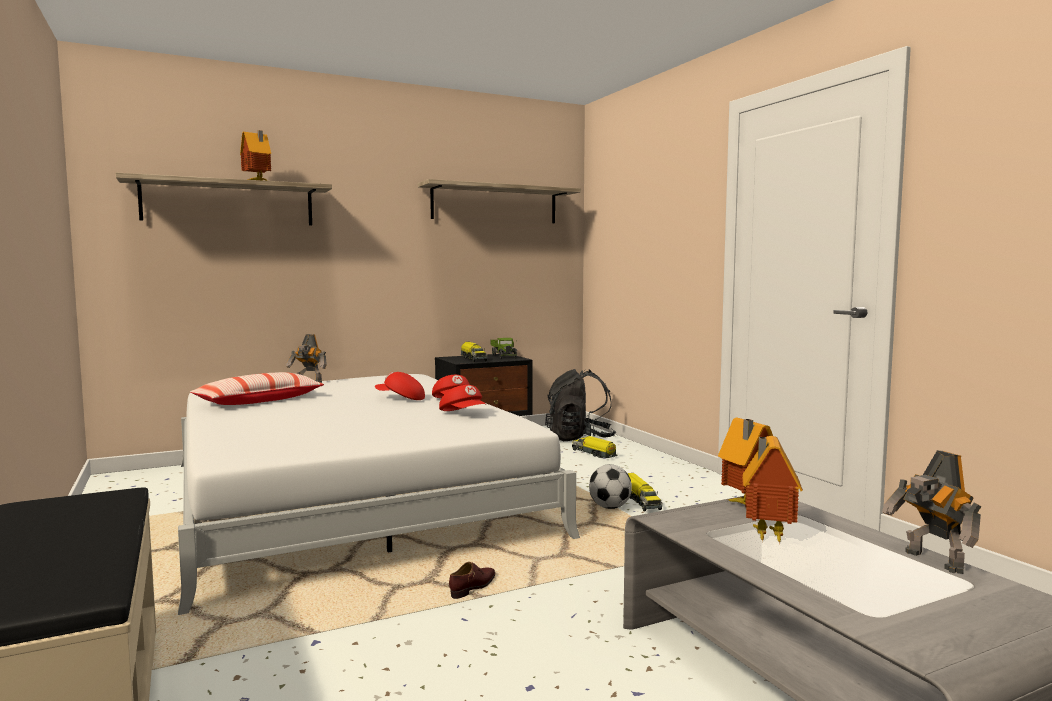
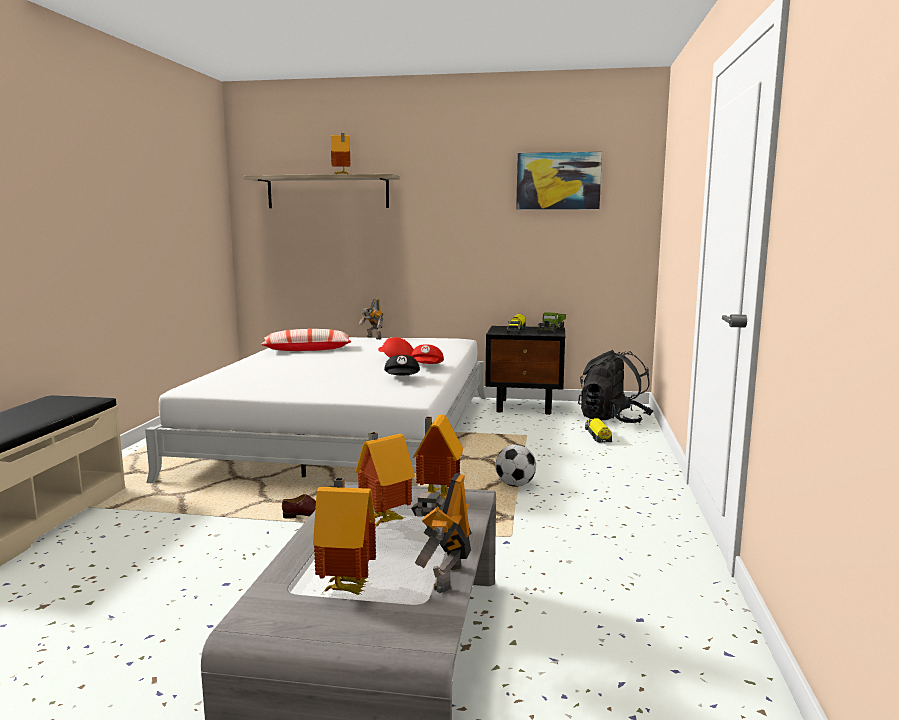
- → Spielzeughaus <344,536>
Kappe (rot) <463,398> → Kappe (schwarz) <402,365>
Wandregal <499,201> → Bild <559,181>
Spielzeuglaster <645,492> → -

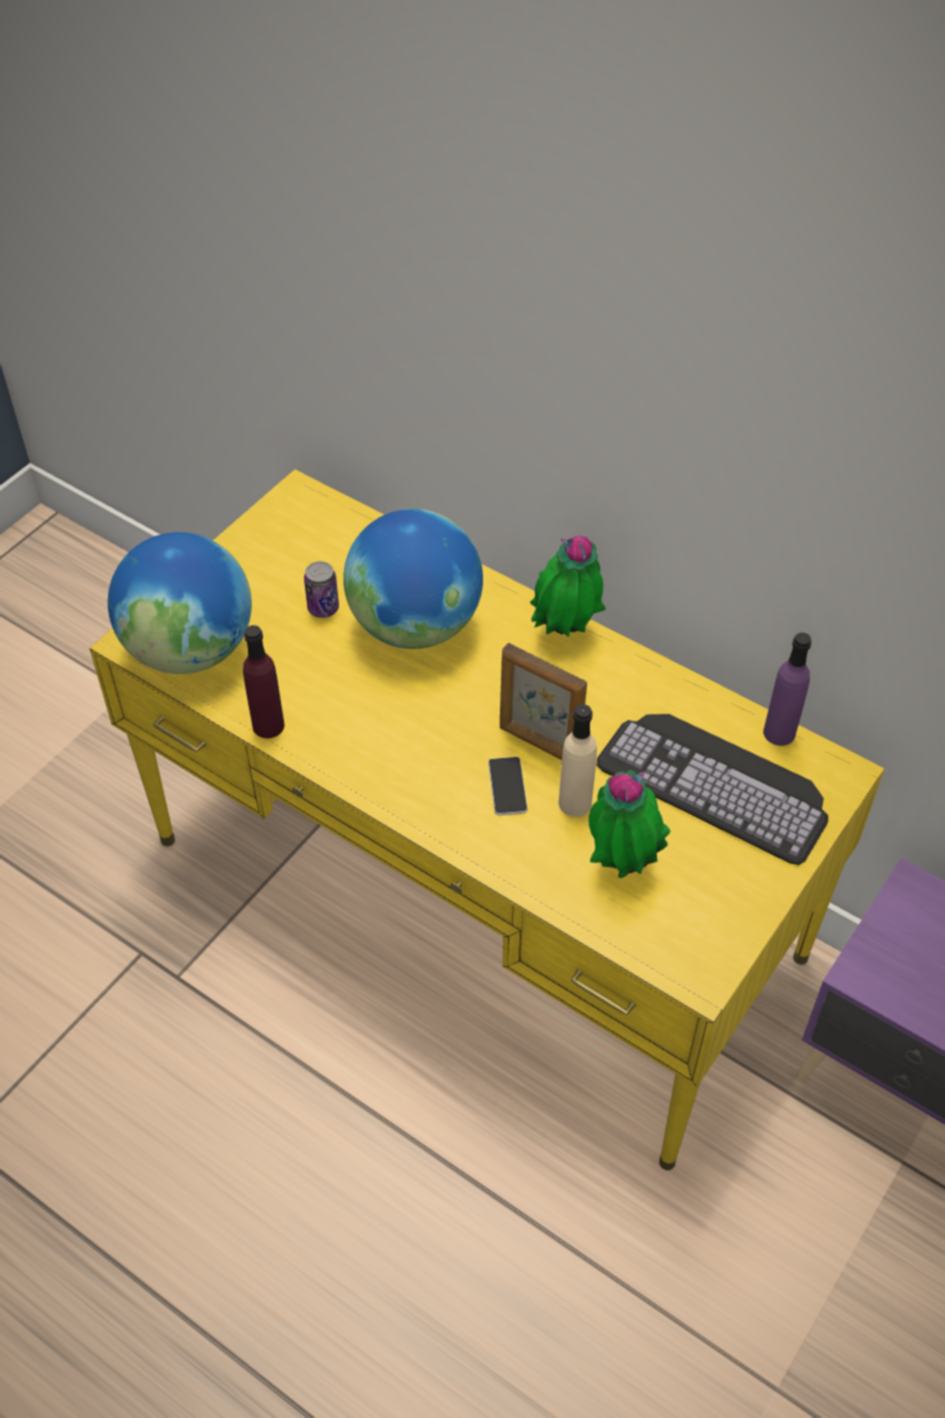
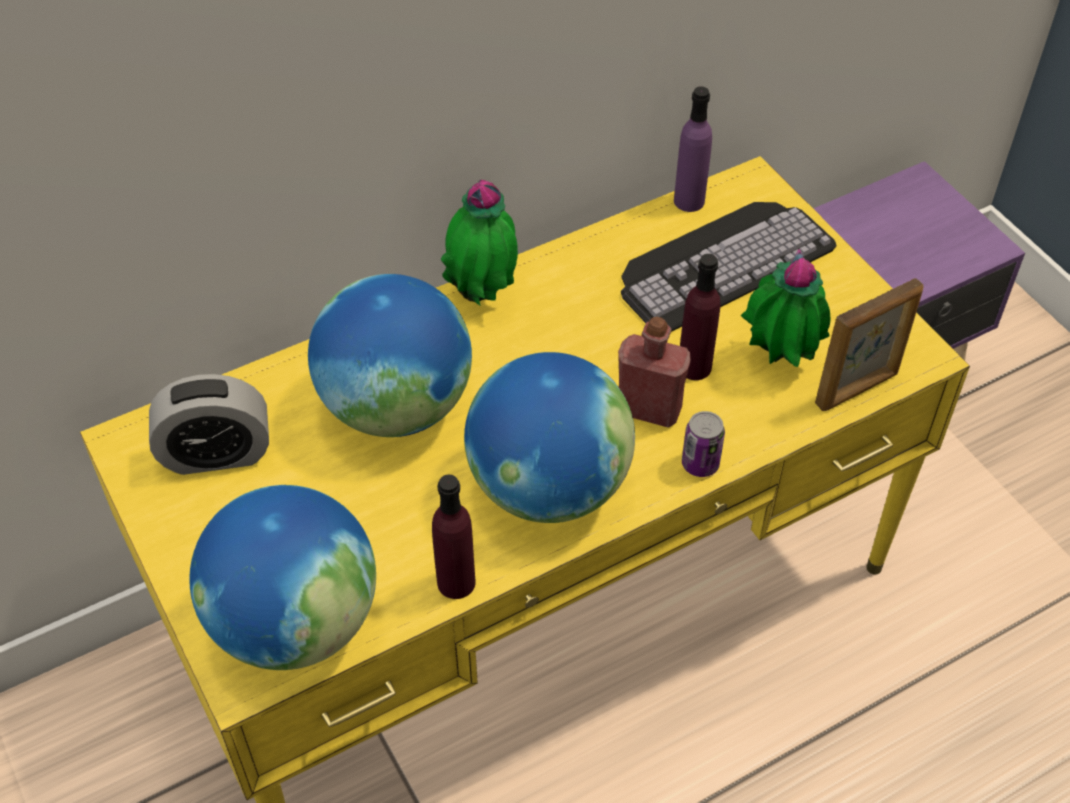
- → Wecker <209,424>
- → Globus <549,437>
Handy <508,786> → Flasche (rot) <654,372>
Flasche (beige) <578,760> → Flasche (lila) <700,317>
Dose <321,589> → Dose <703,444>, shifted
Bilderrahmen <543,701> → Bilderrahmen <869,344>, shifted

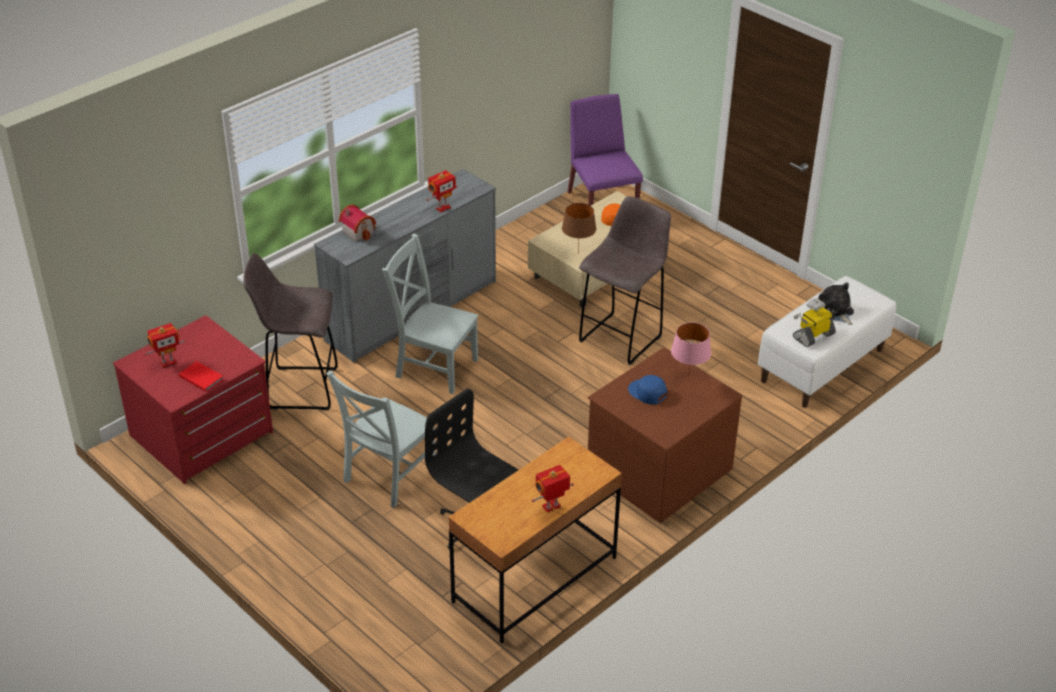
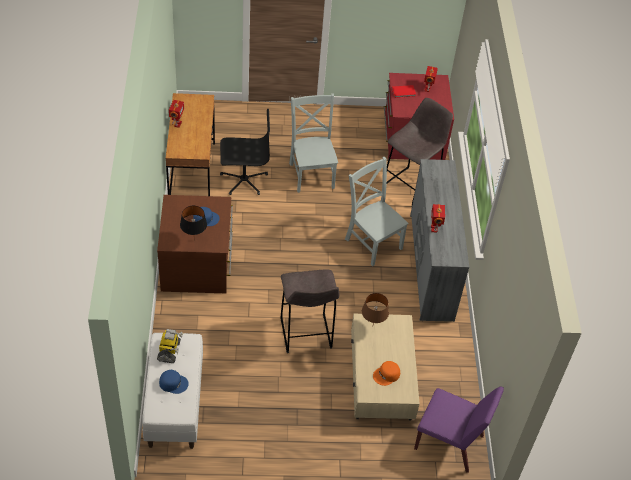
Plüschtier <836,303> → Kappe (blau) <174,382>
Tischlampe (rosa) <691,351> → Tischlampe (schwarz) <193,220>
Stuhl (grau) <430,314> → Stuhl (grau) <377,212>, 105 degrees counterclockwise
Spielzeughaus <357,222> → -

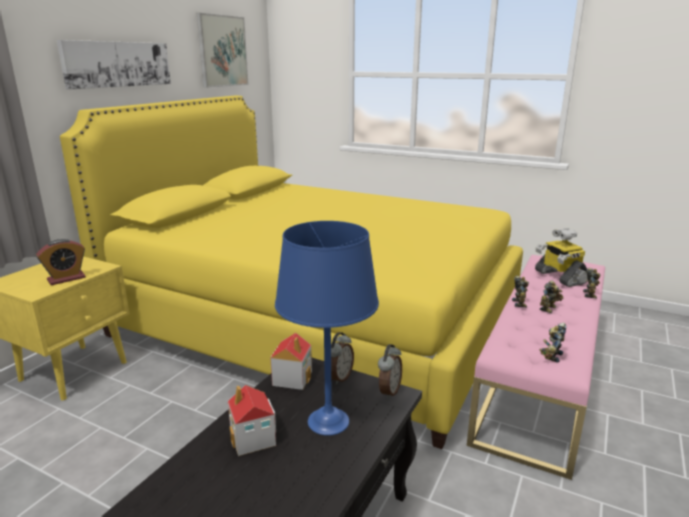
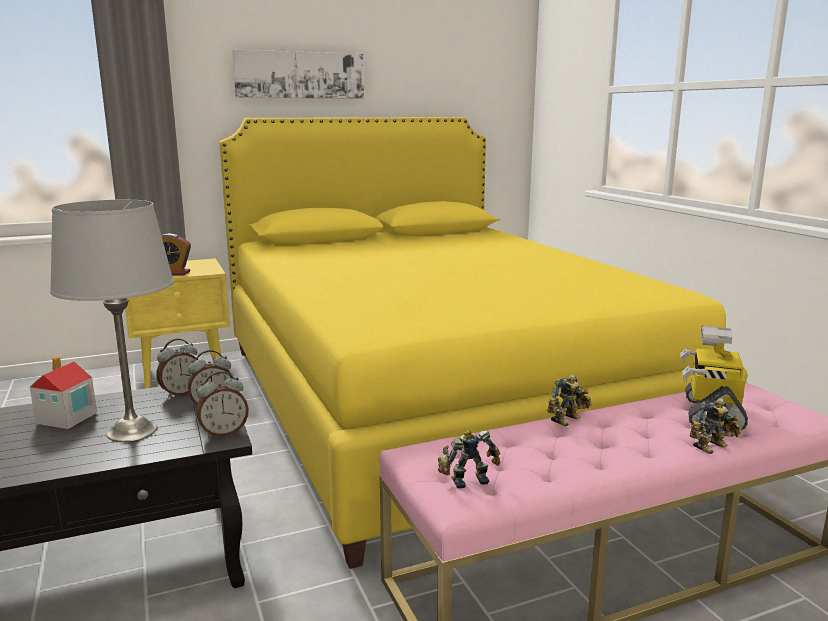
Tischlampe (blau) <327,328> → Tischlampe (grau) <112,321>
Spielzeughaus <291,361> → Wecker <177,368>
Bild <223,50> → -
Spielzeugroboter <552,296> → -

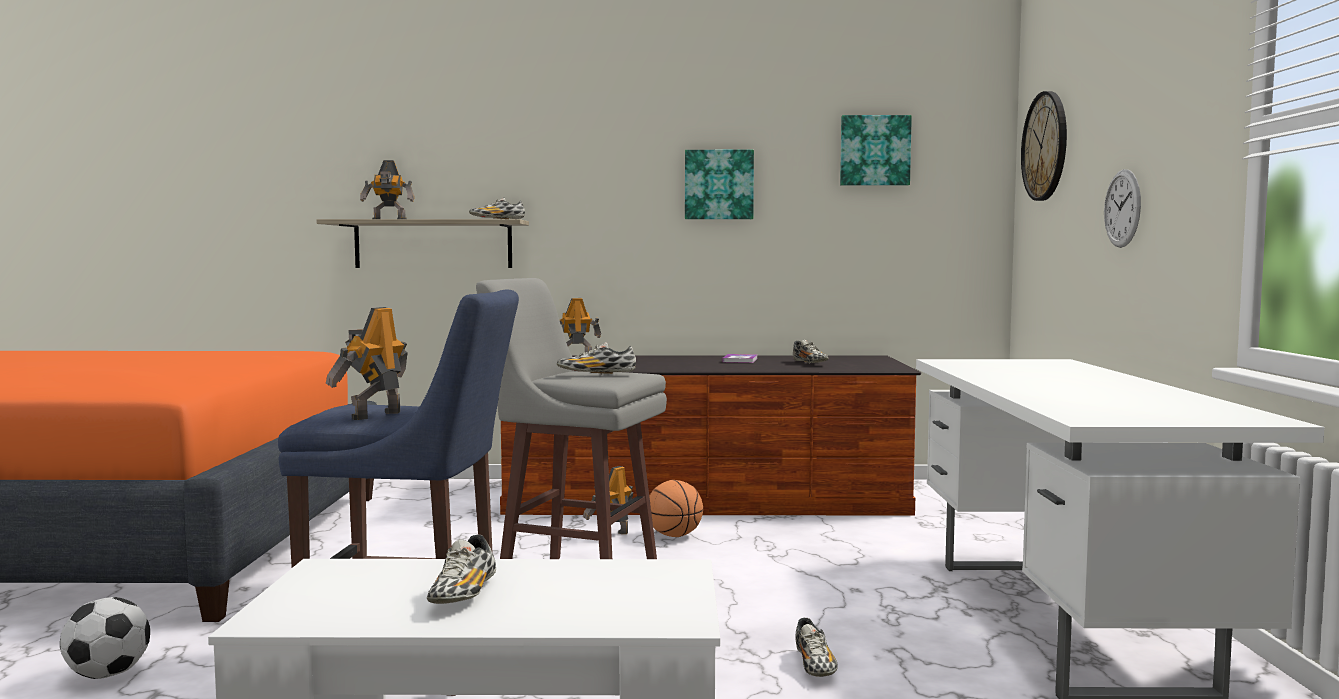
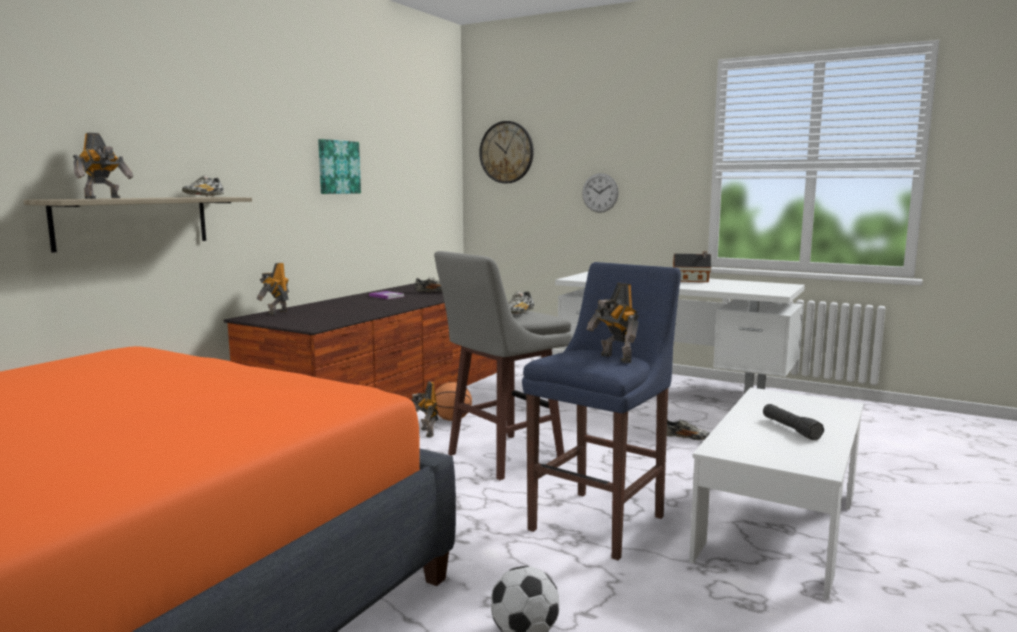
- → Spielzeughaus <692,266>
Schuh <461,569> → Taschenlampe (schwarz) <793,422>
Bild <876,150> → -

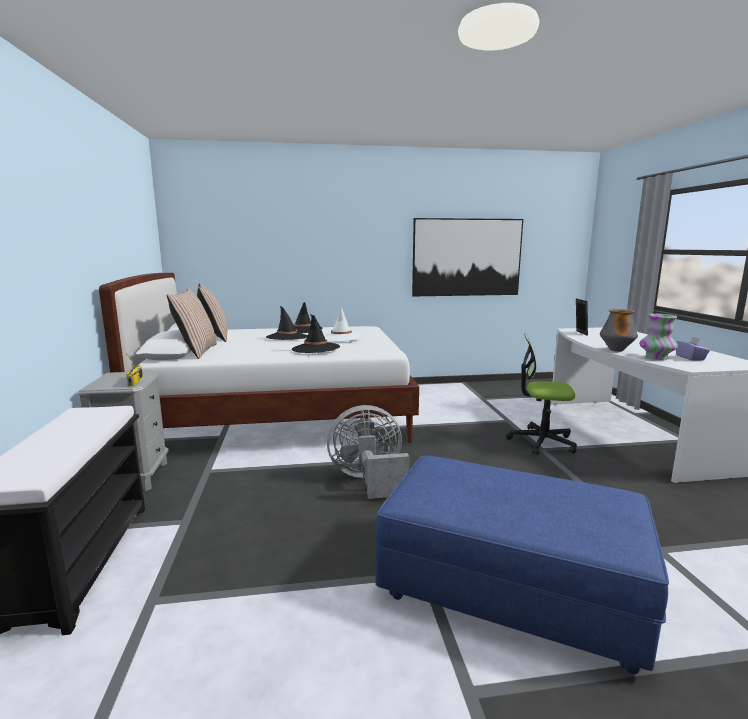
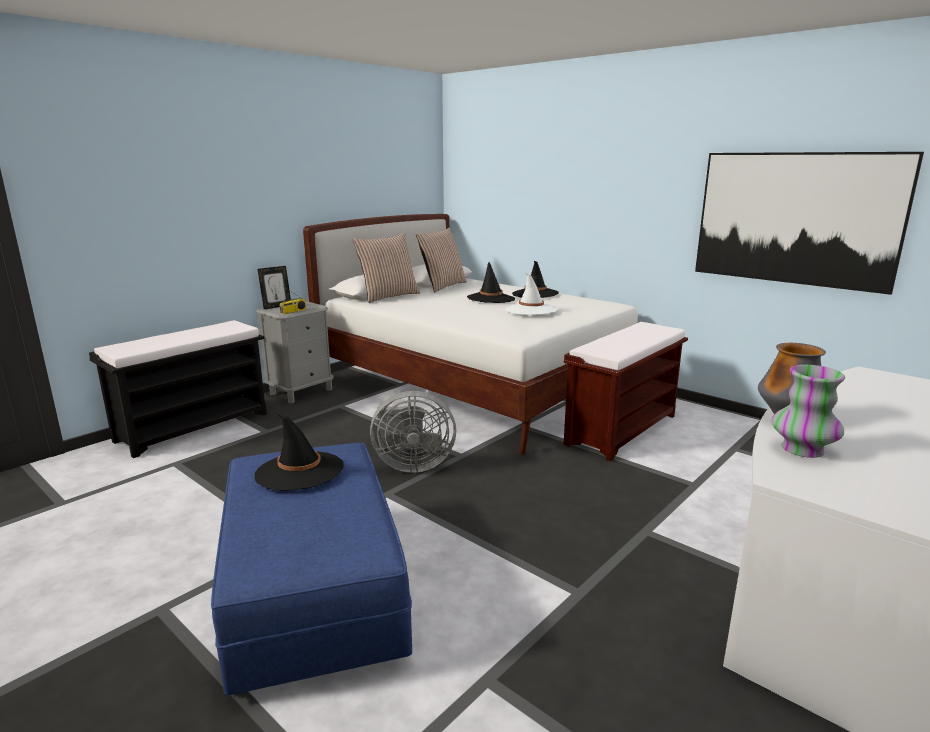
Hut (schwarz) <316,333> → Hut (schwarz) <299,452>, shifted
Bilderrahmen <582,317> → Bilderrahmen <274,287>, shifted
Ventilator (grau) <368,452> → Ventilator (grau) <413,432>, 135 degrees clockwise
- → Bank (braun) <625,391>
Bürostuhl <541,394> → -
Taschentuchbox (lila) <693,348> → -

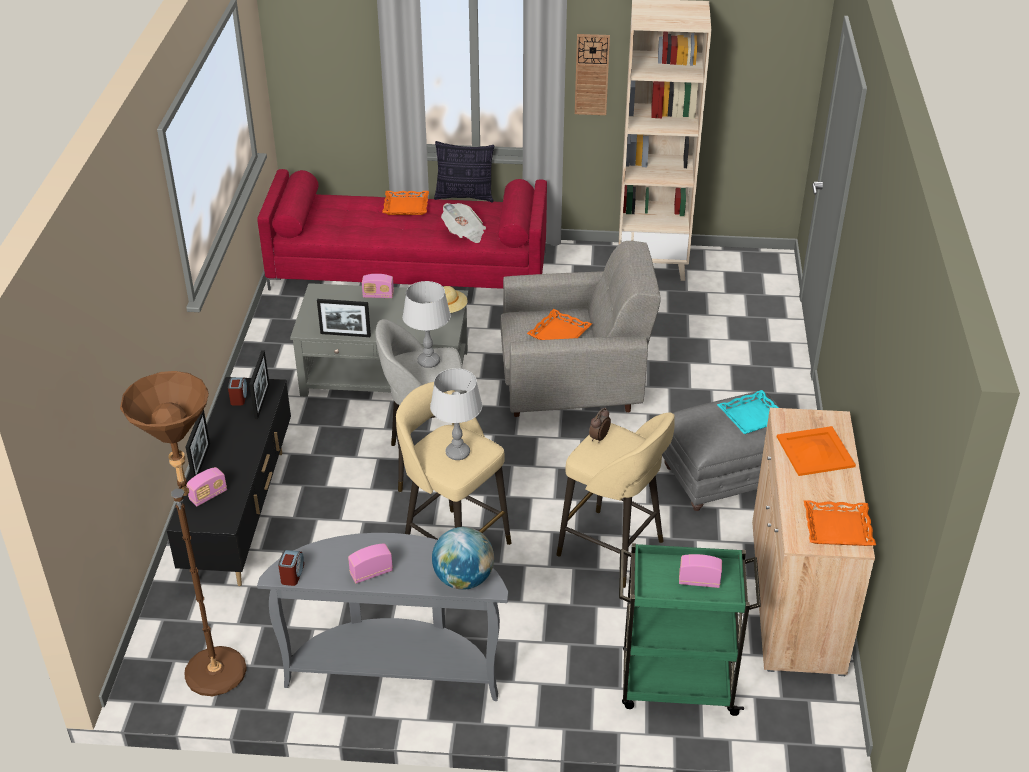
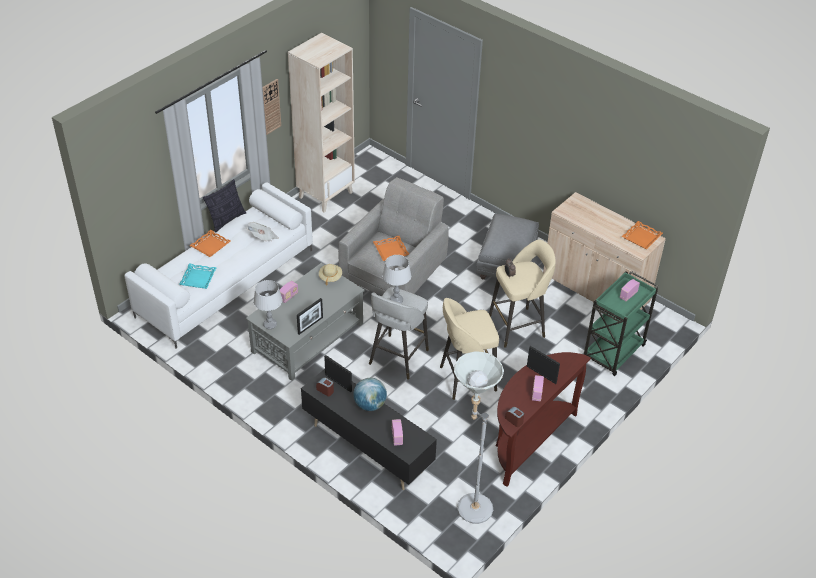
Sofa (rot) <402,229> → Sofa (weiß) <218,265>
Tablett (türkis) <748,412> → Tablett (türkis) <198,276>, shifted
Tischlampe (grau) <456,414> → Tischlampe (grau) <267,304>, shifted
Globus <463,558> → Globus <370,394>, shifted
Stehlampe (braun) <183,533> → Stehlampe (grau) <479,437>
Konsolentisch (grau) <382,617> → Konsolentisch (braun) <543,419>
Bilderrahmen <198,444> → Bilderrahmen <543,365>, shifted
Tablett (orange) <816,451> → -

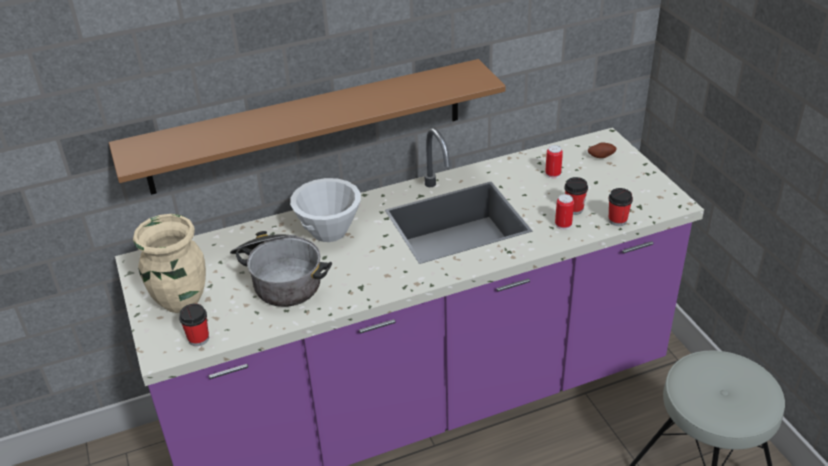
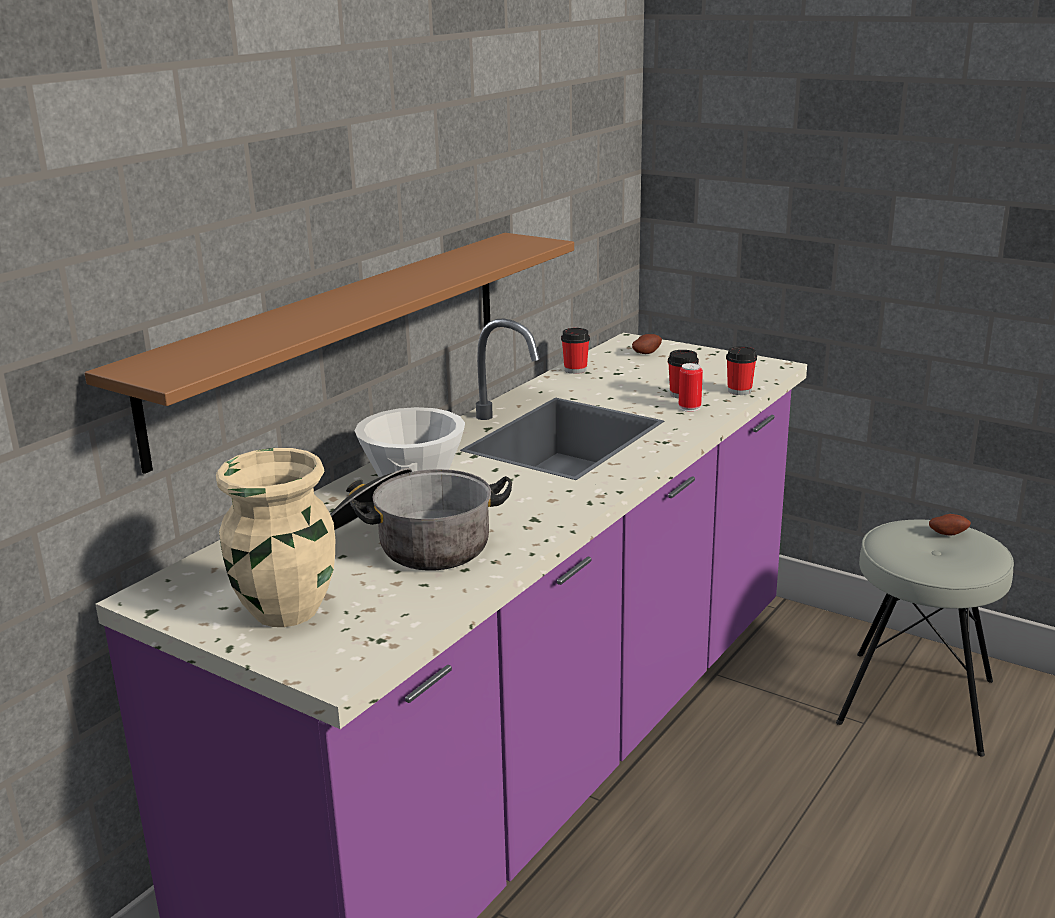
Tasse <194,325> → Tasse <575,351>, shifted
- → Kartoffel <950,524>
Dose <554,162> → -

